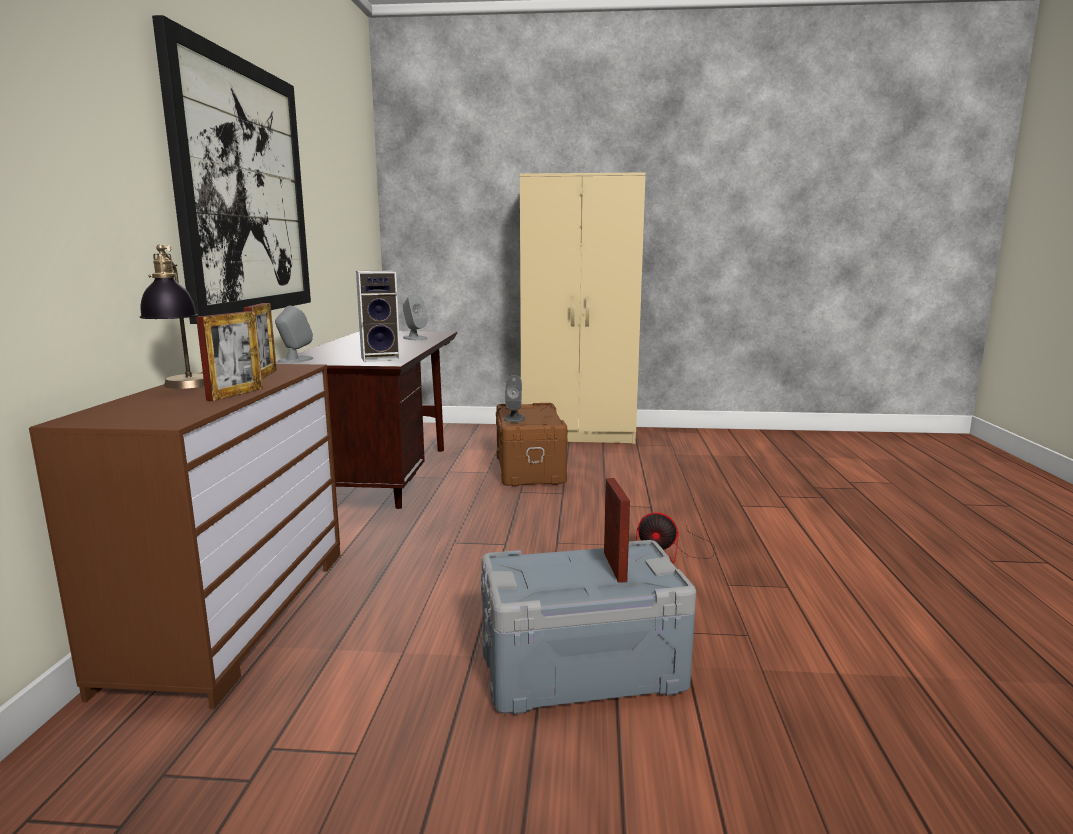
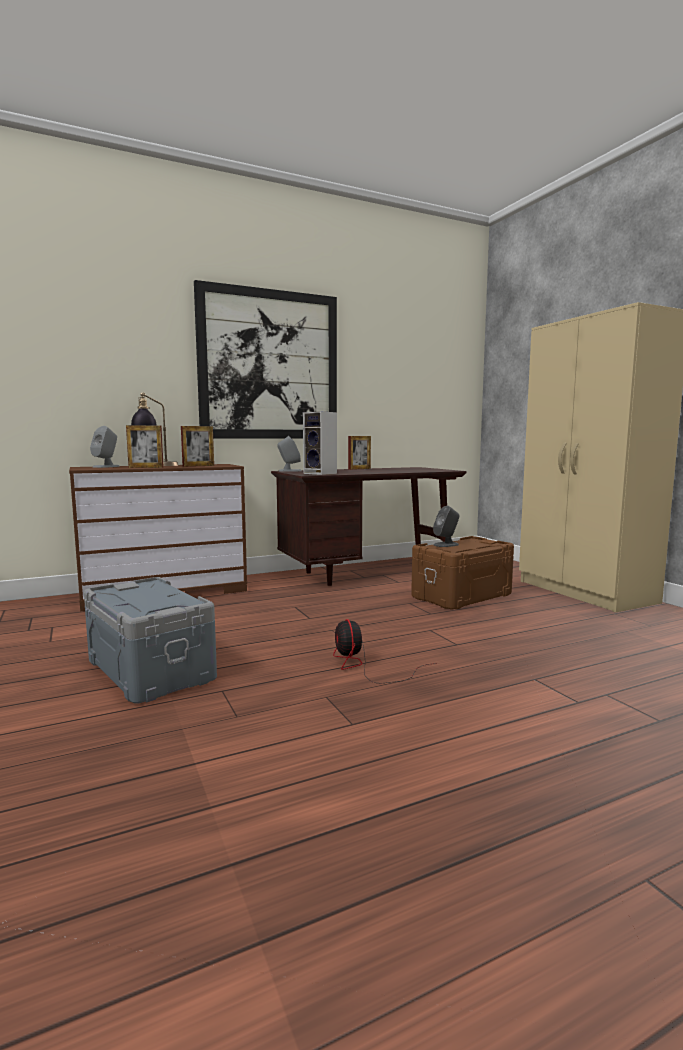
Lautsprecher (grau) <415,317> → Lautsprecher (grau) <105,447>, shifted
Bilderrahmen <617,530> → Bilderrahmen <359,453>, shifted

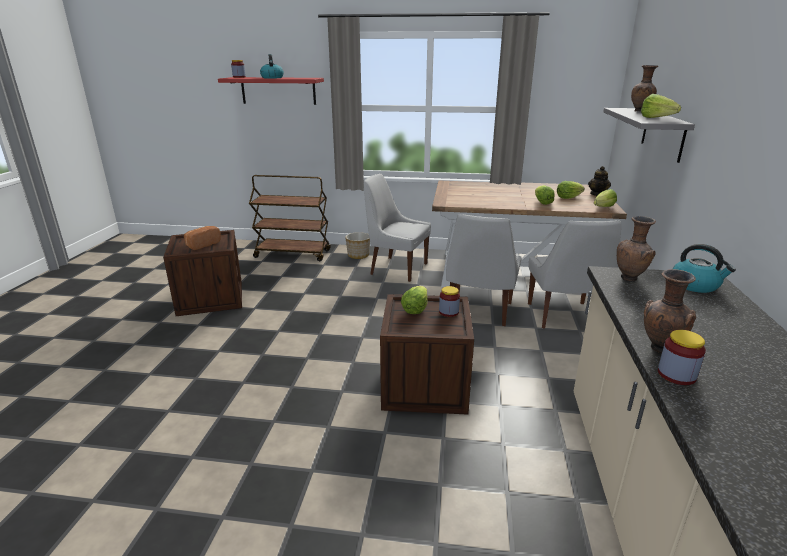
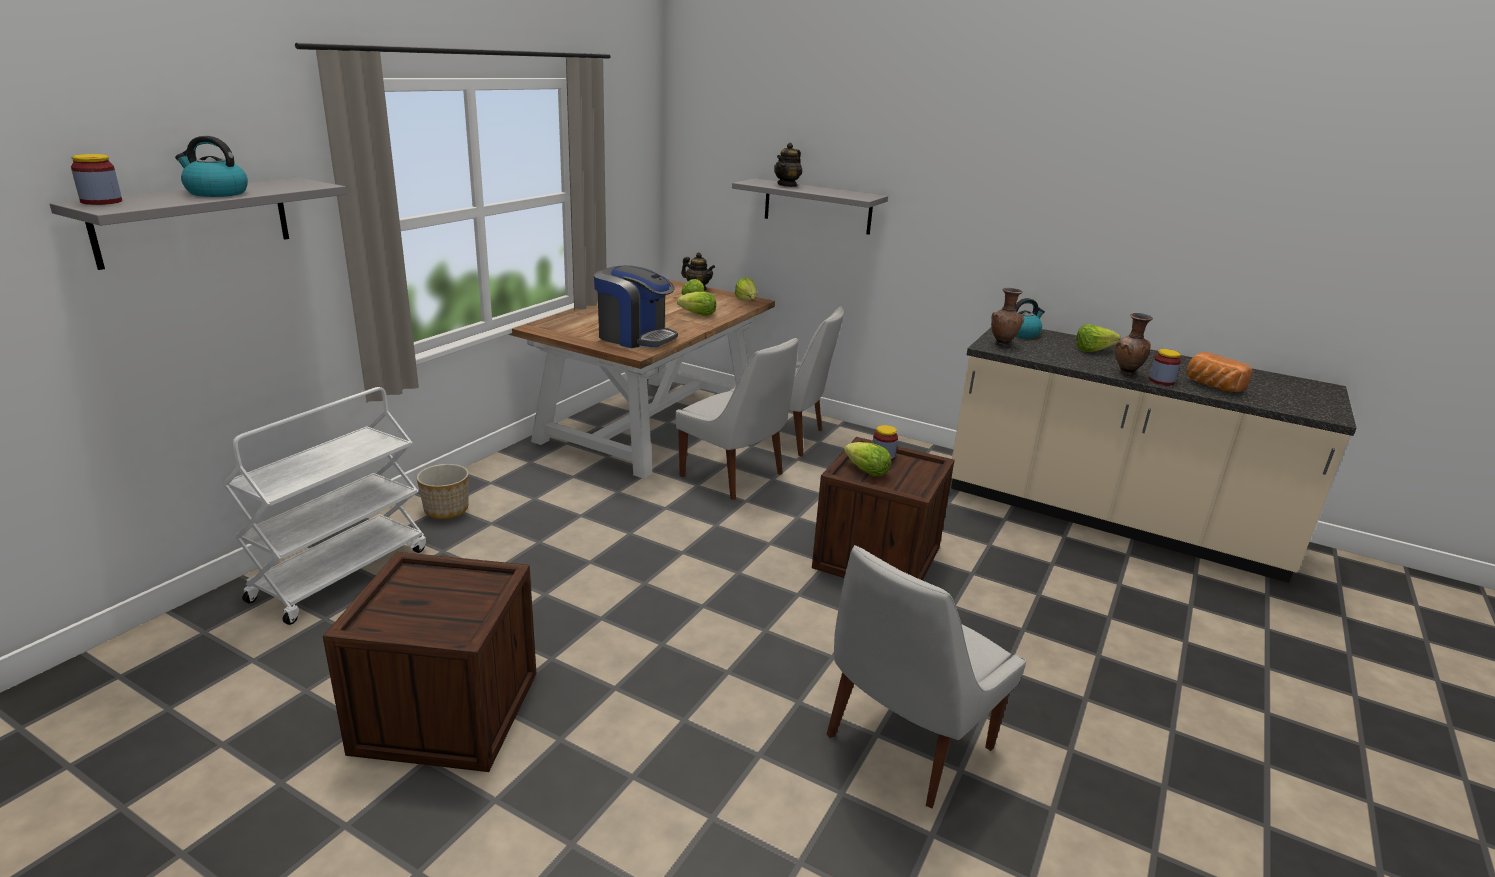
Wandregal (rot) <271,91> → Wandregal (grau) <198,224>
Rollwagen (braun) <290,218> → Rollwagen (weiß) <324,506>
- → Kaffeemaschine <636,306>
Vase (braun) <644,88> → Teekanne <788,165>
Stuhl (weiß) <397,227> → Stuhl (weiß) <926,676>, shifted
Salatkopf <661,106> → Salatkopf <1098,338>, shifted
Brot <202,238> → Brot <1219,372>, shifted

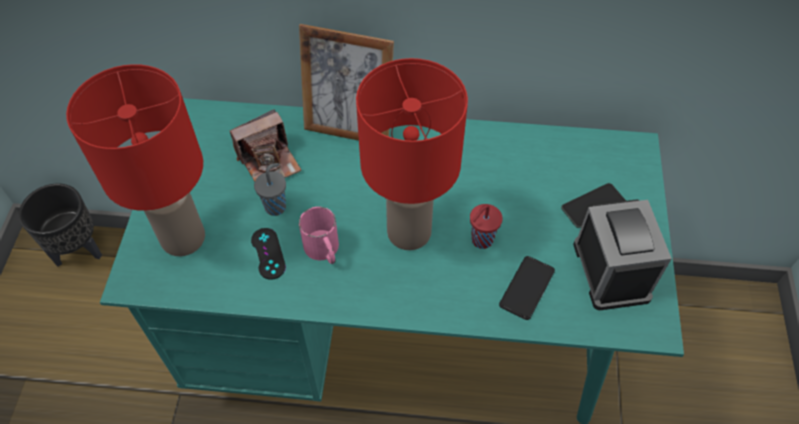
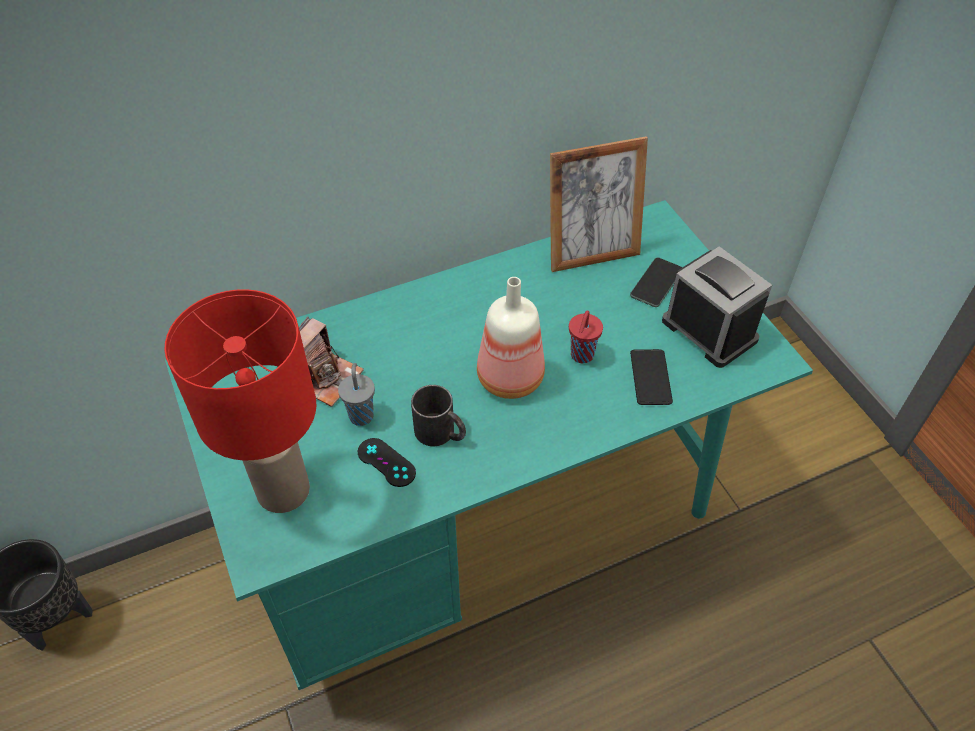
Henkelbecher (rosa) <319,235> → Henkelbecher (schwarz) <438,415>
Tischlampe (rot) <412,154> → Flasche <511,338>
Bilderrahmen <346,82> → Bilderrahmen <599,204>, shifted

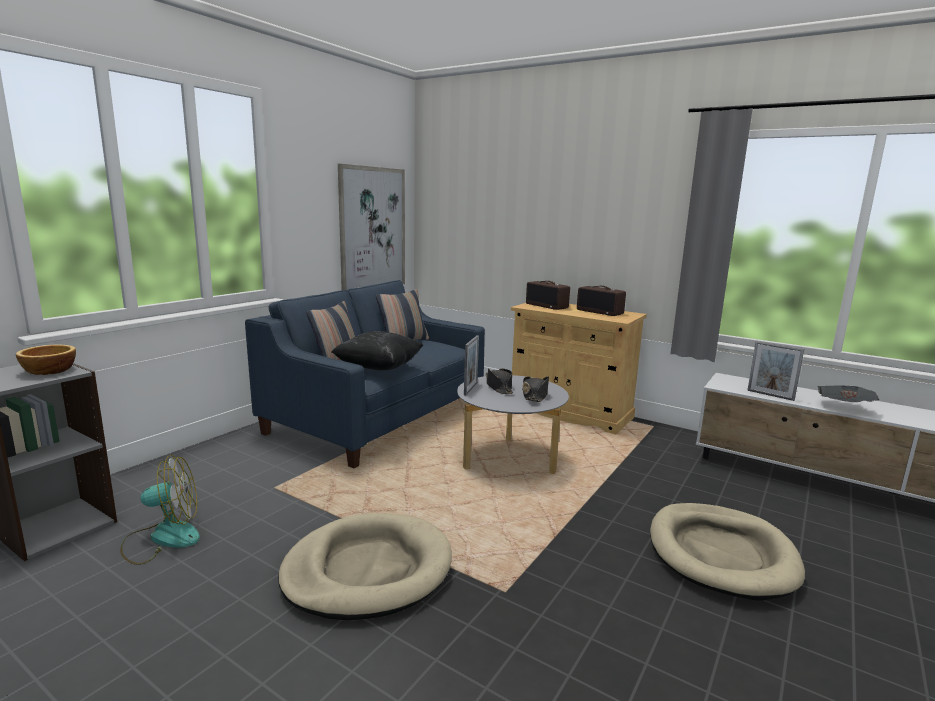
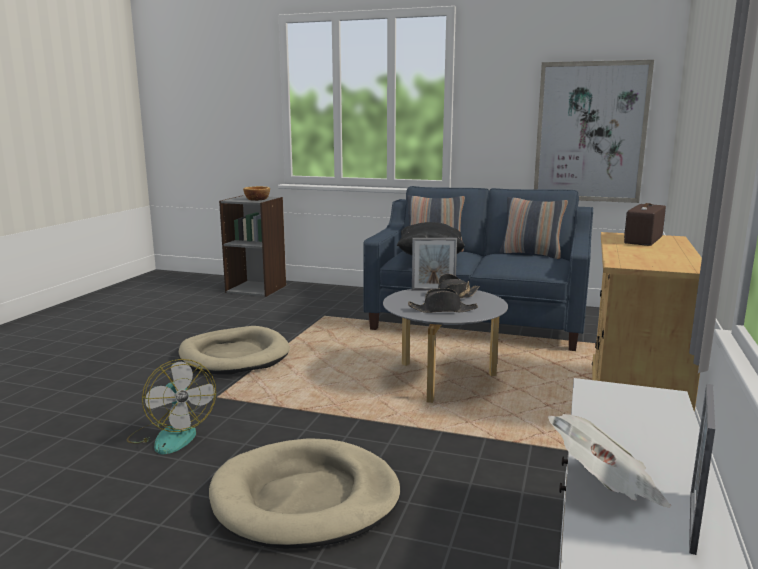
Ventilator <160,510> → Ventilator <171,406>, shifted
Bilderrahmen <775,371> → Bilderrahmen <702,469>, shifted
Radio <601,301> → -

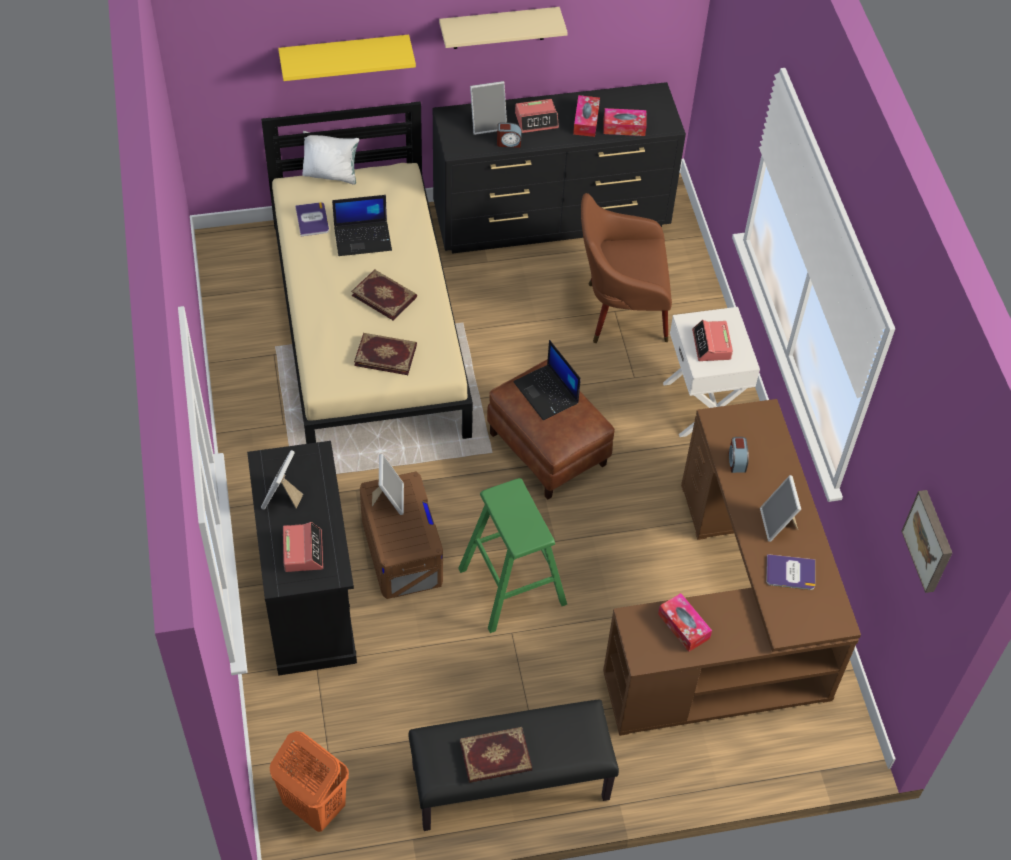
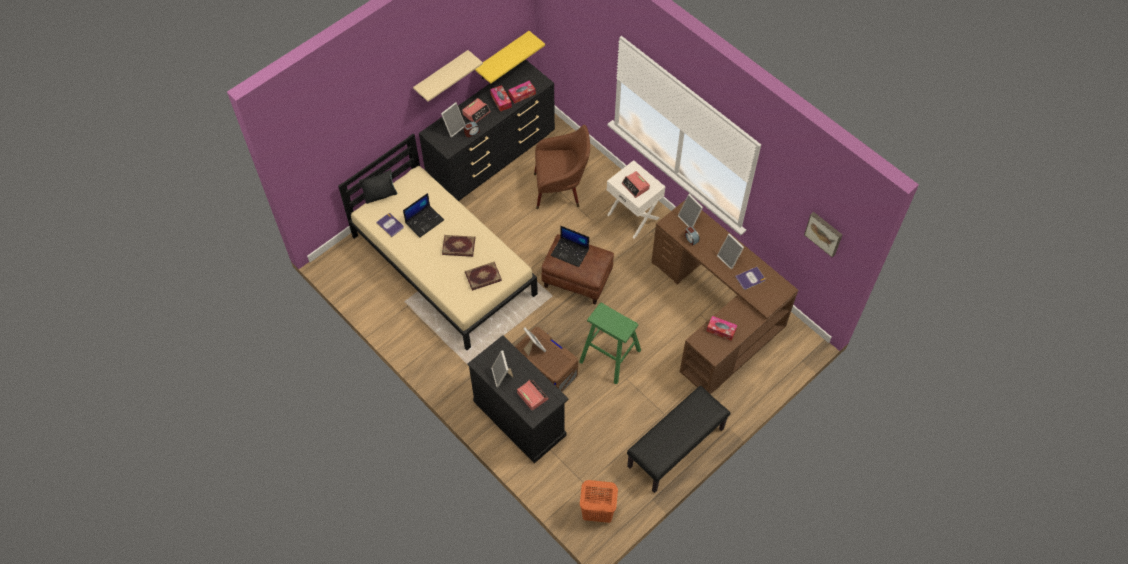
Kissen (weiß) <330,158> → Kissen (schwarz) <378,186>
Wandregal (gelb) <347,58> → Wandregal (gelb) <510,57>, shifted
Sessel (braun) <626,268> → Sessel (braun) <562,167>, 150 degrees counterclockwise
- → Bilderrahmen <690,210>
Buch <496,755> → -

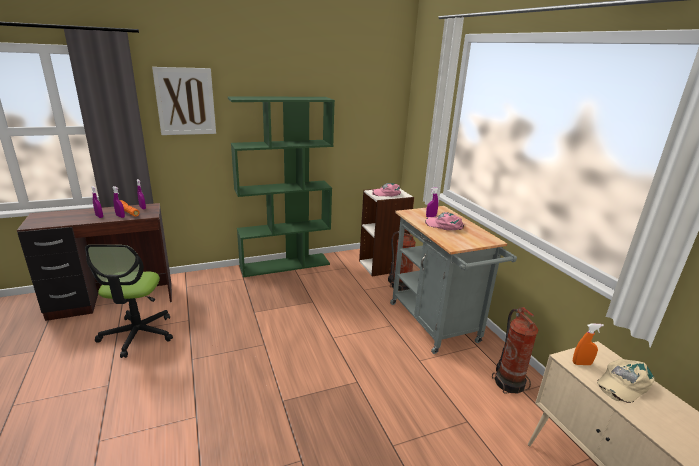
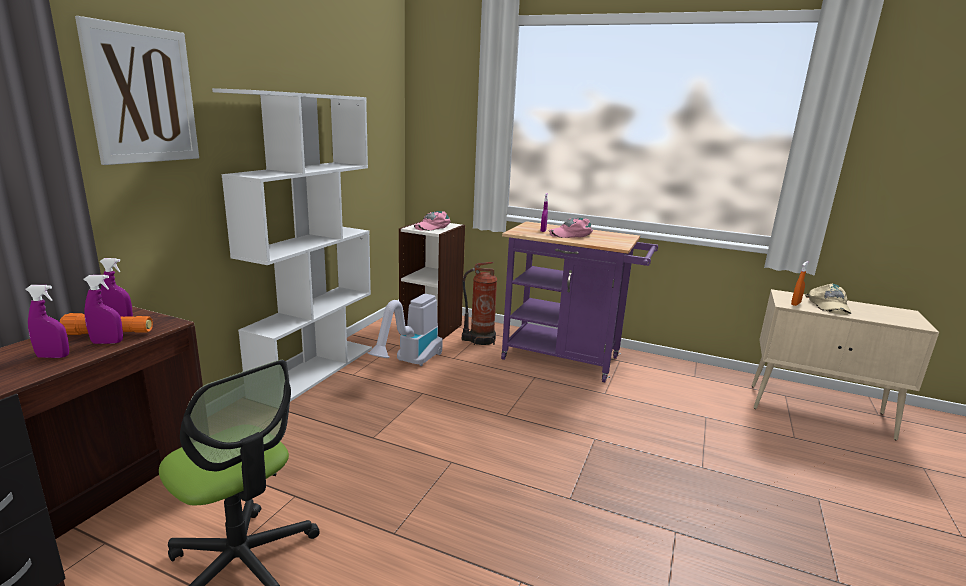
Bücherregal (grün) <281,186> → Bücherregal (weiß) <292,245>
- → Staubsauger <405,330>
Rollwagen (grau) <453,280> → Rollwagen (lila) <579,301>
Feuerlöscher <515,350> → -

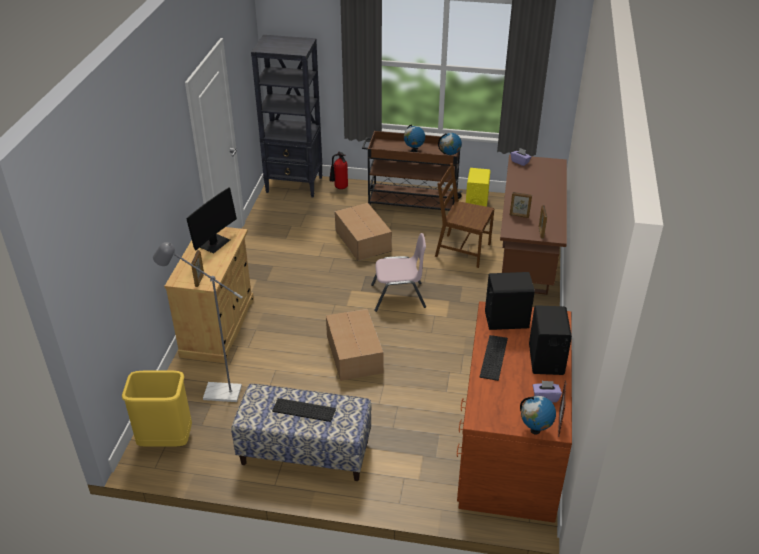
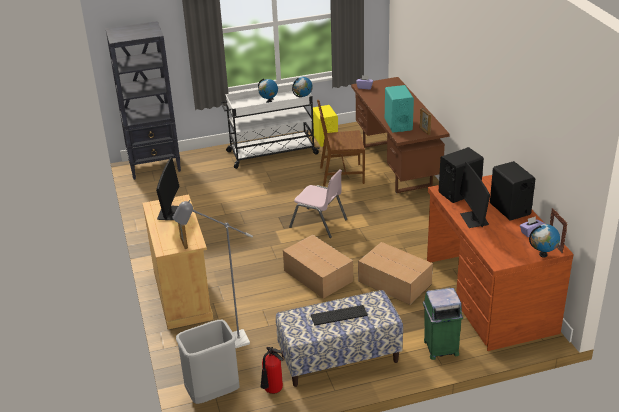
Mülleimer (gelb) <157,409> → Mülleimer (grau) <207,362>
Rollwagen (braun) <412,171> → Rollwagen (weiß) <270,126>
Feuerlöscher <338,170> → Feuerlöscher <272,370>, shifted
Stuhl (rosa) <398,272> → Stuhl (rosa) <318,203>, 60 degrees clockwise
Karton <363,232> → Karton <395,273>, shifted
Bilderrahmen <521,205> → Lautsprecher (türkis) <399,108>
- → Mülleimer (grün) <443,324>
Tastatur <494,358> → Monitor <475,195>

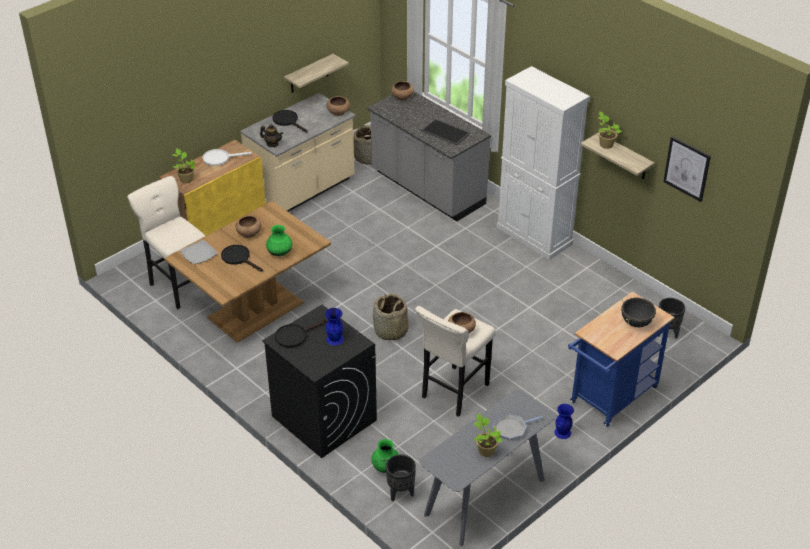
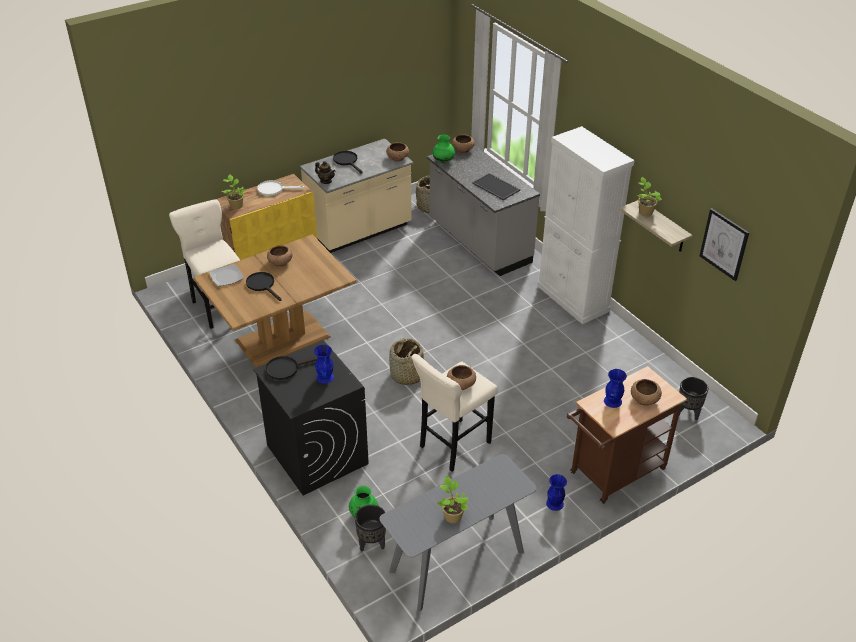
Vase (grün) <279,240> → Vase (grün) <443,148>, shifted
Rollwagen (blau) <621,359> → Rollwagen (braun) <627,435>
- → Vase (blau) <615,388>
Kochtopf (schwarz) <639,312> → Schüssel (braun) <646,392>
Wandregal <316,73> → -
Pfanne <517,427> → -

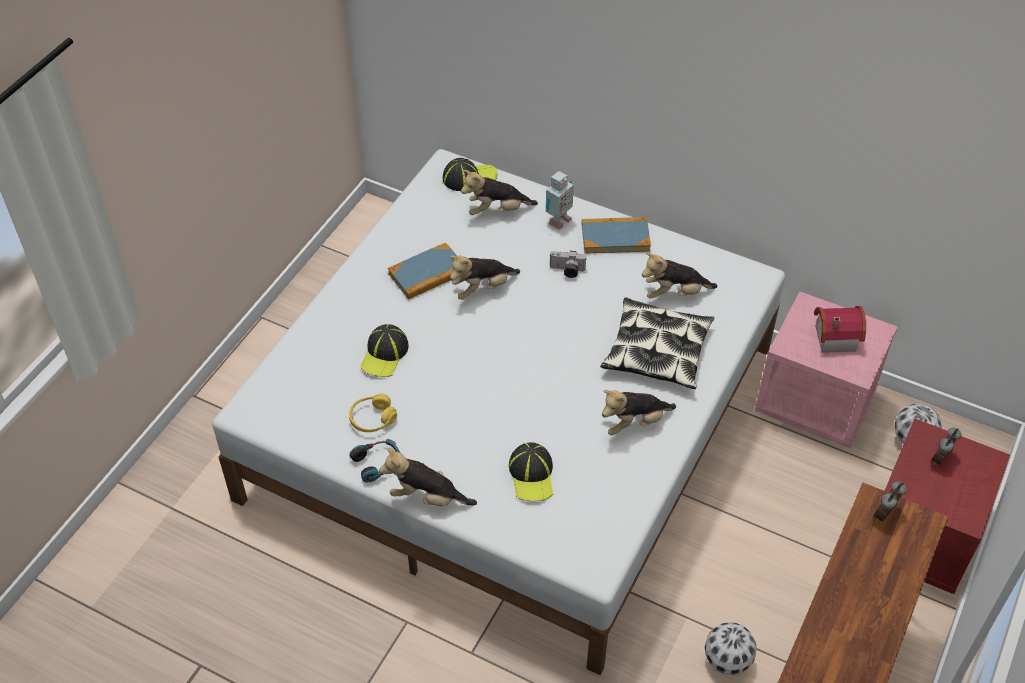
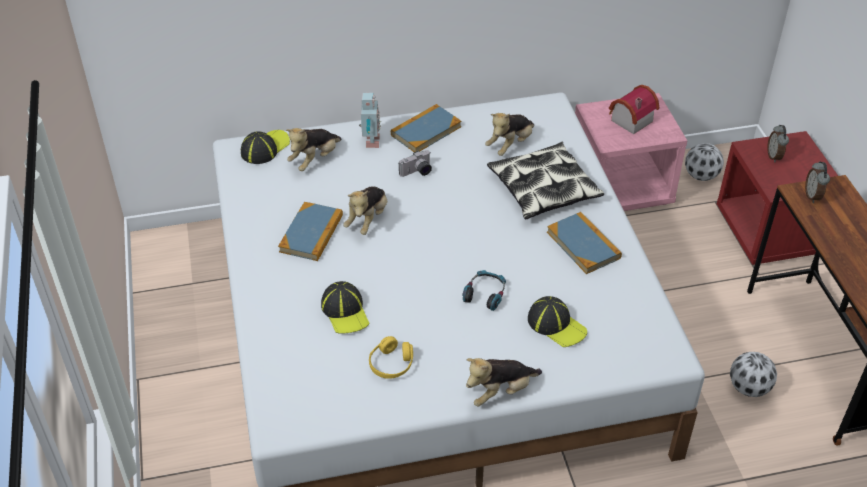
Kopfhörer <374,460> → Kopfhörer <484,290>, shifted
Plüschtier <639,413> → Buch <584,243>

